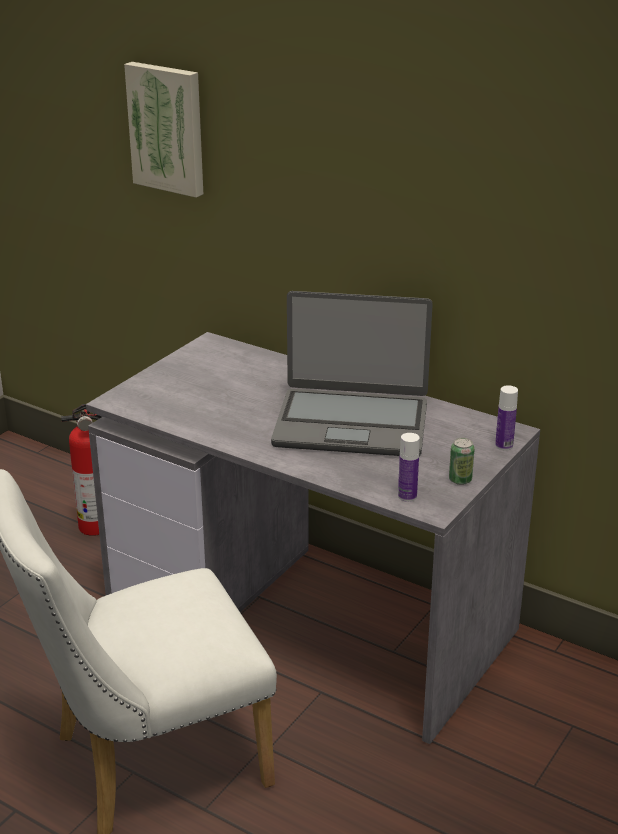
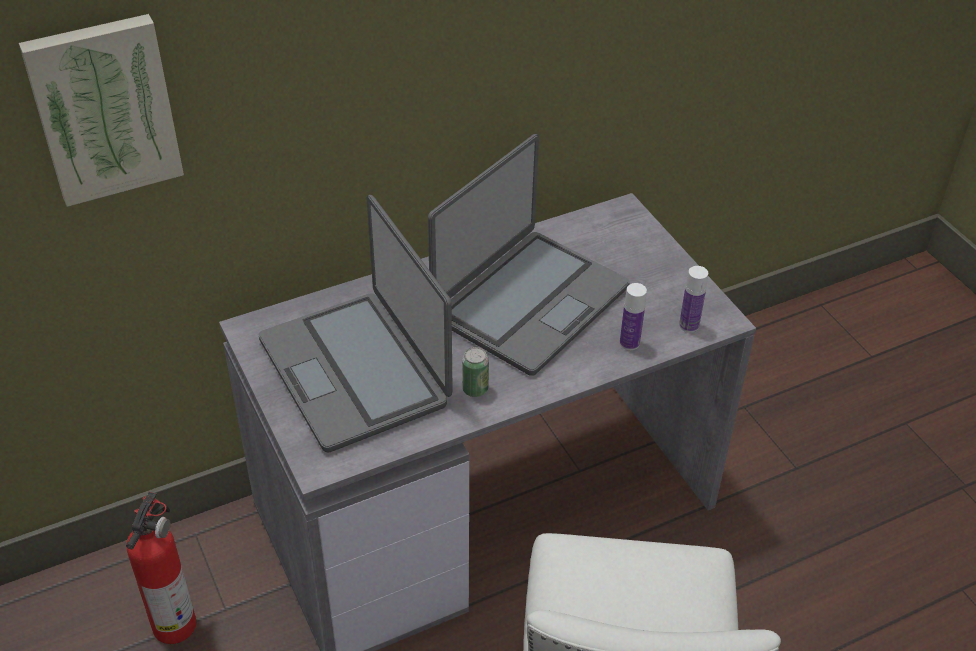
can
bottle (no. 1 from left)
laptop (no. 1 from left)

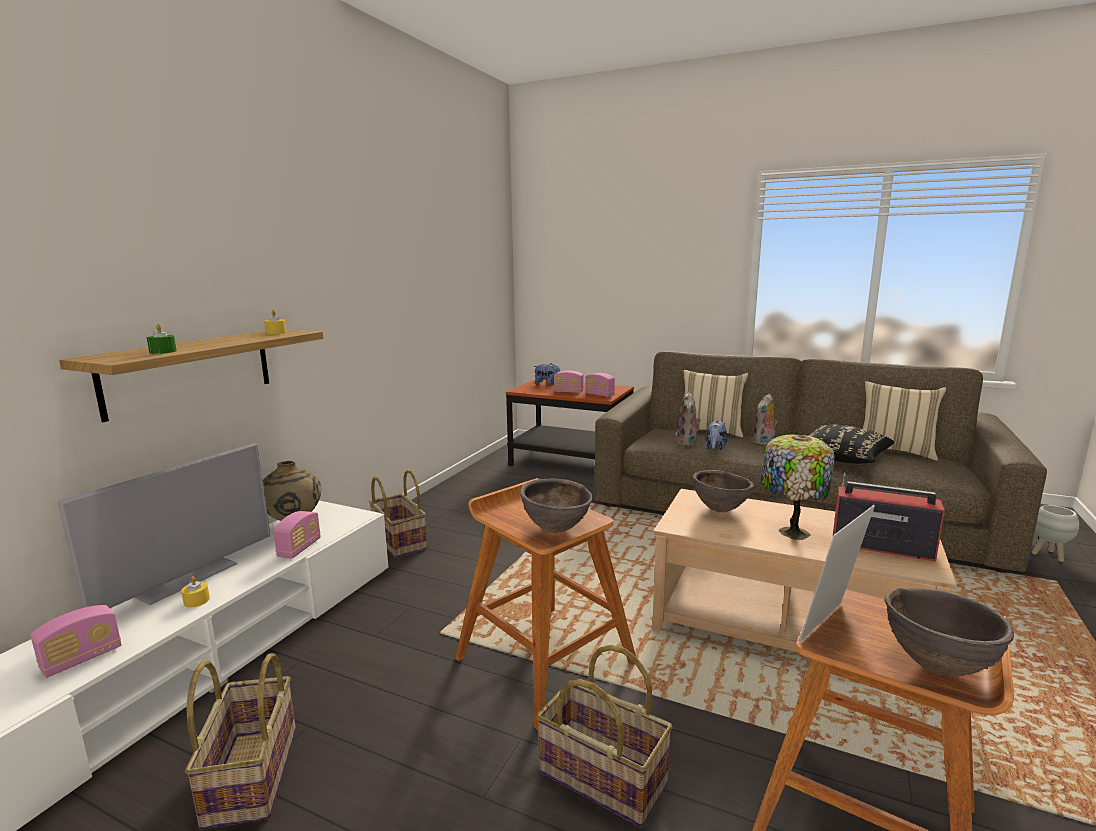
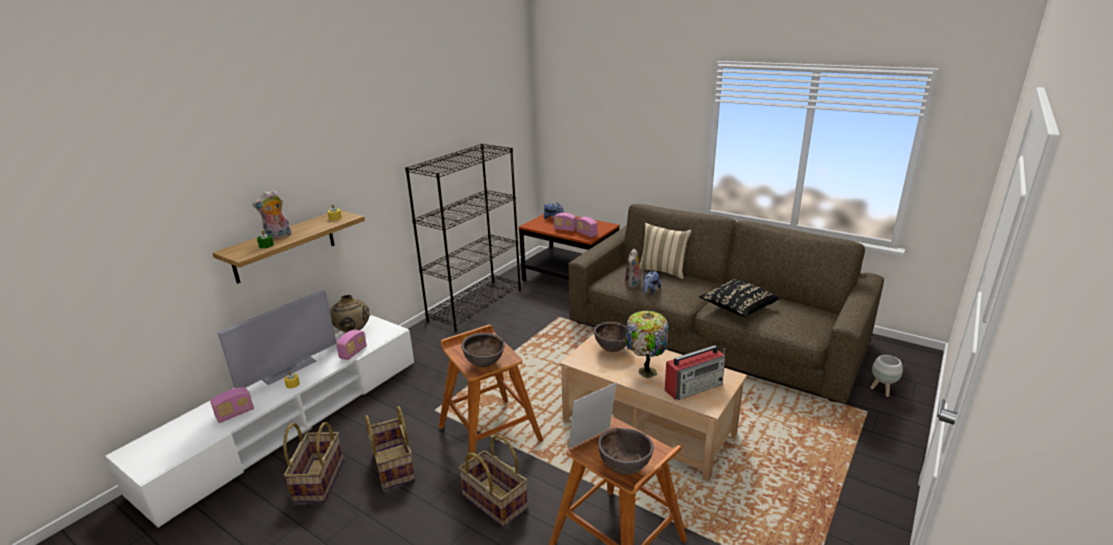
basket (no. 2 from left)
plush toy (no. 1 from left)
radio (no. 5 from left)
beige pillow (no. 2 from left in the first image)
black bookcase

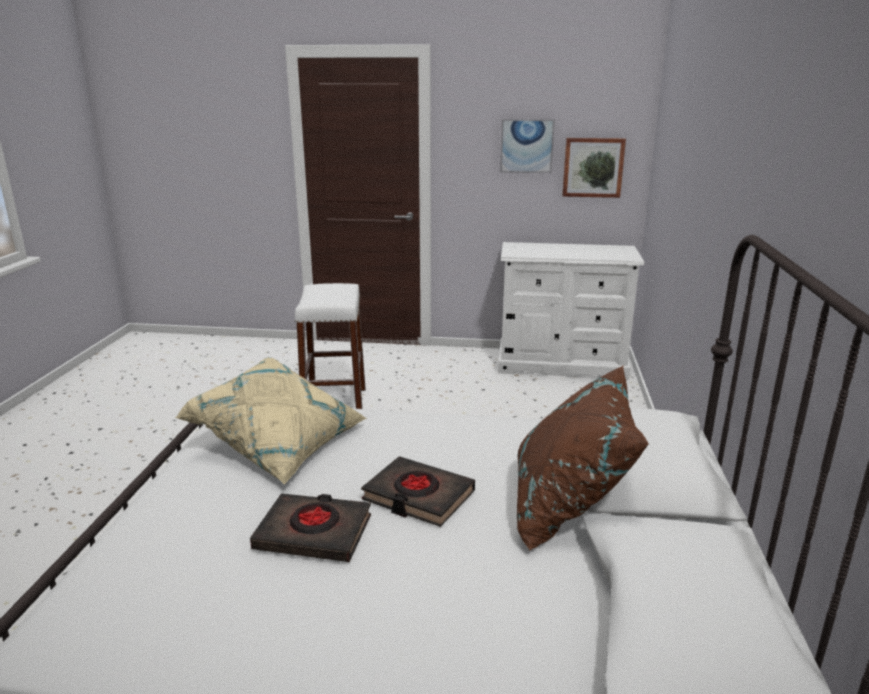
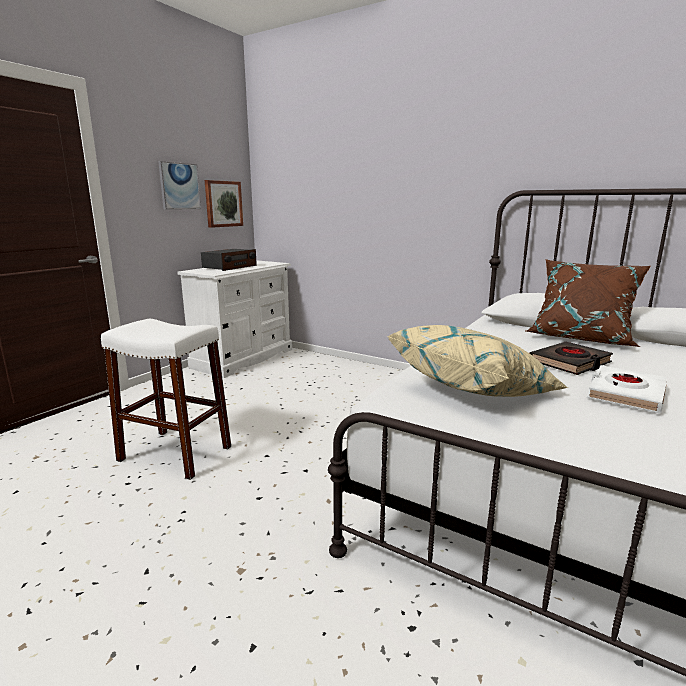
white book
radio

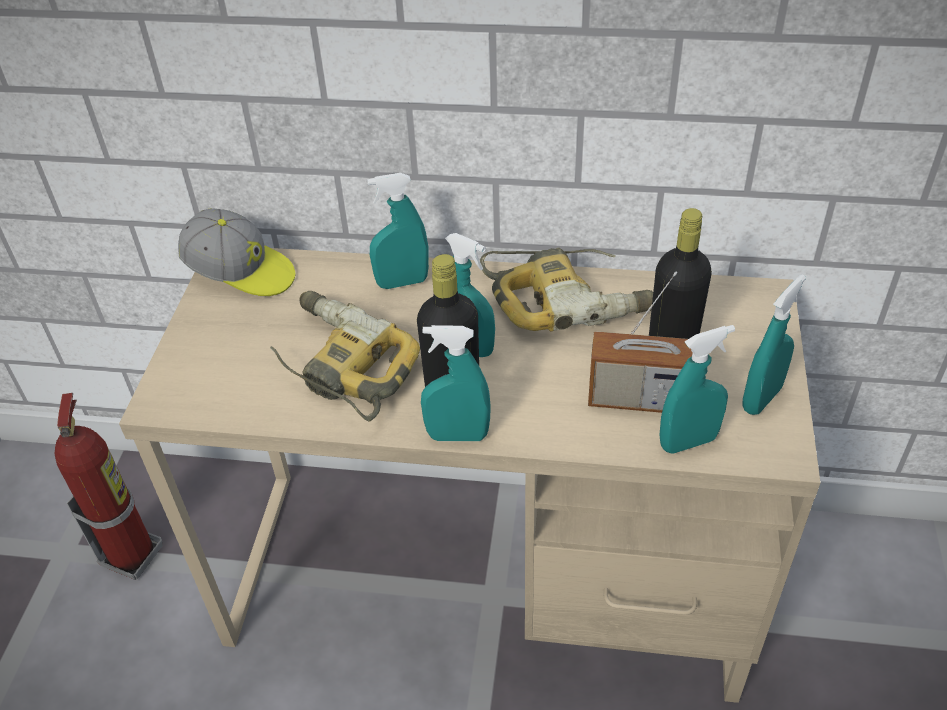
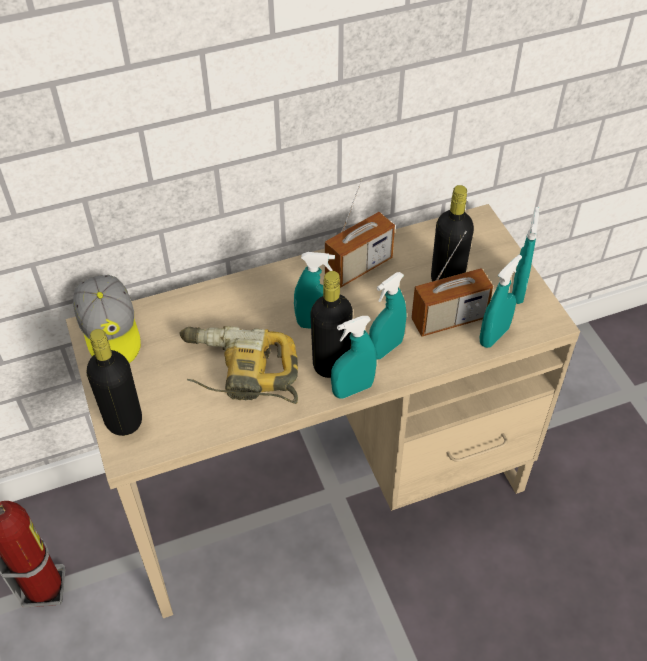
cap
turquoise spray bottle (no. 3 from left)
radio (no. 1 from left)
black bottle (no. 1 from left)

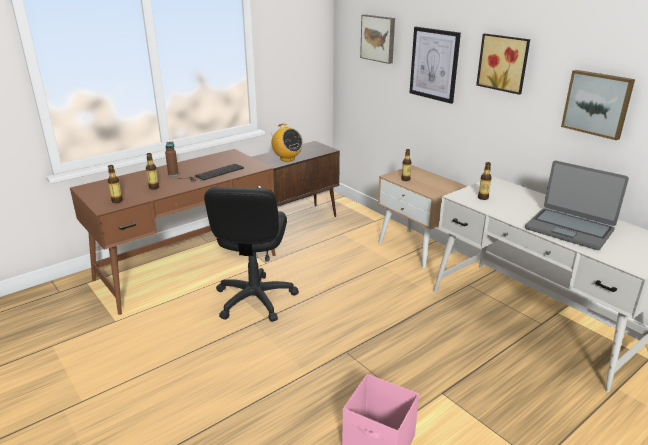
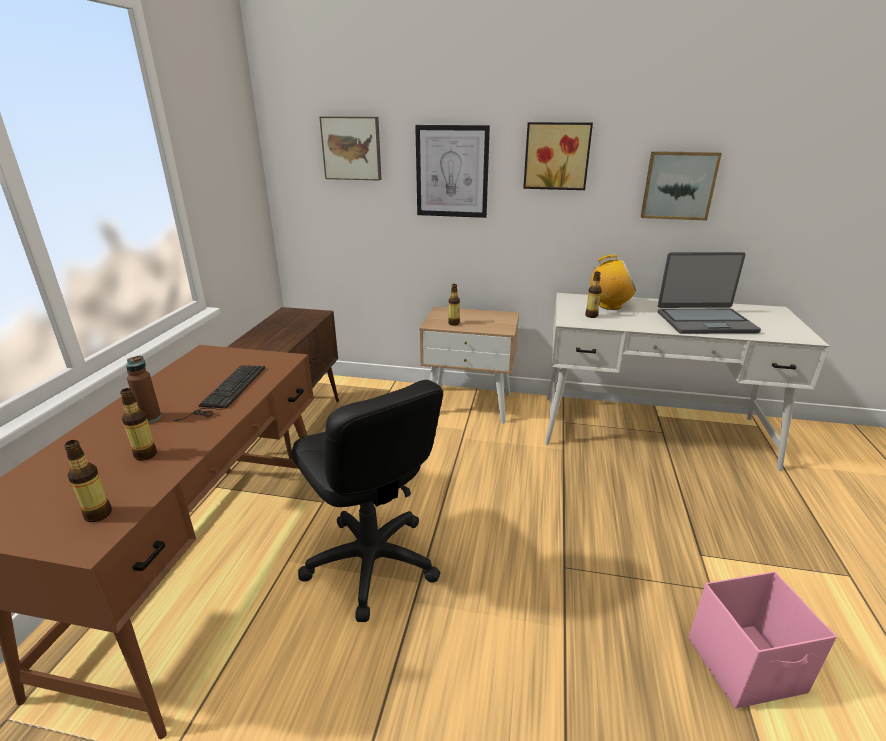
radio

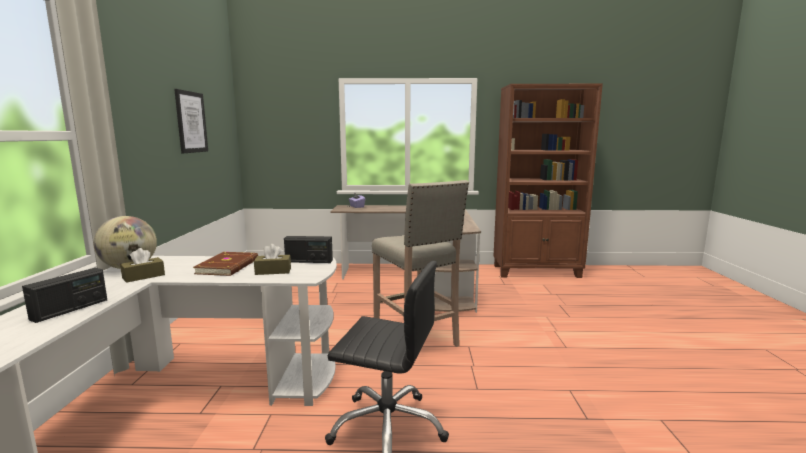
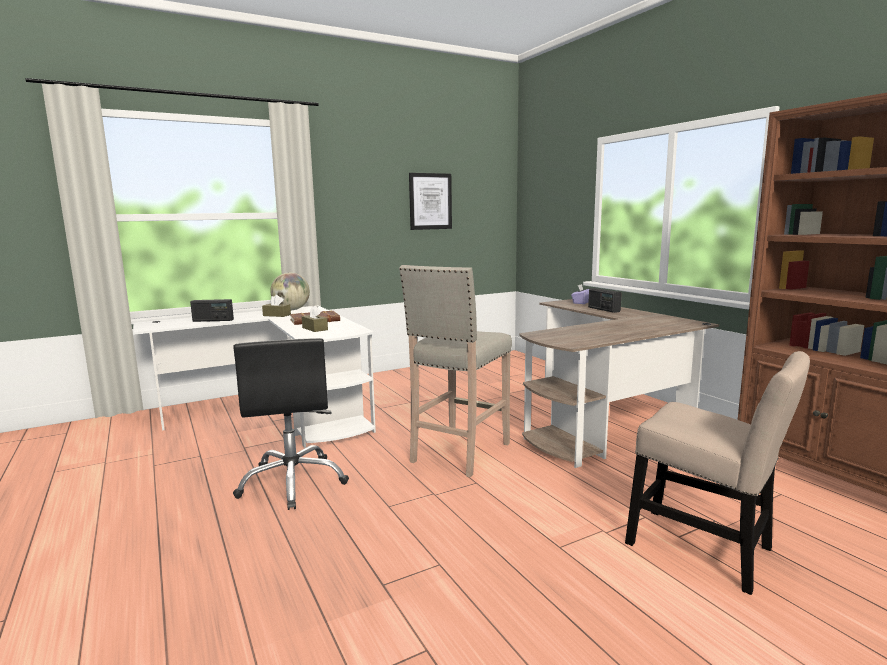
radio (no. 2 from left)
beige chair

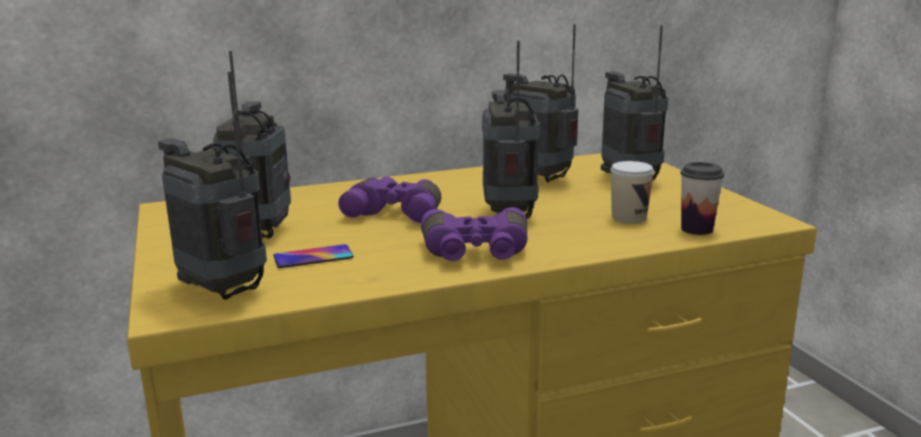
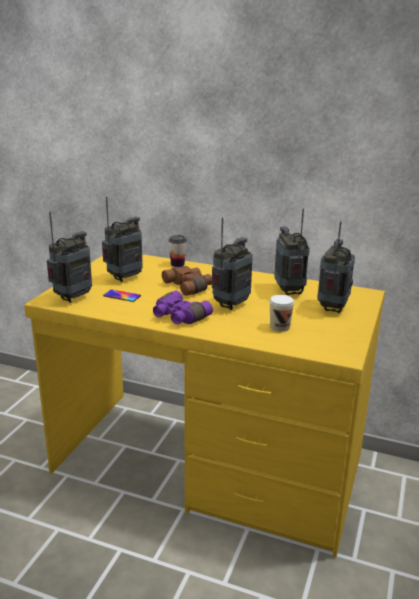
radio (no. 1 from left)
brown binoculars
cup (no. 1 from left)

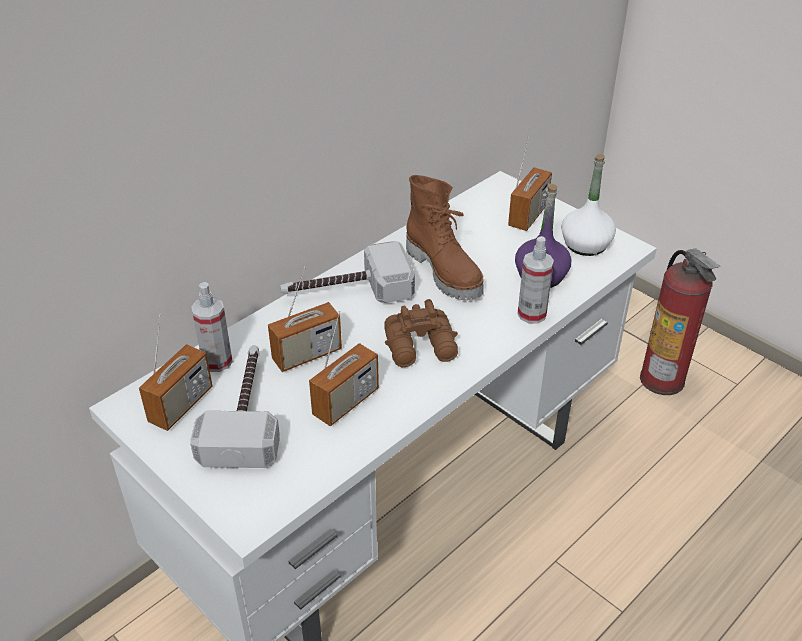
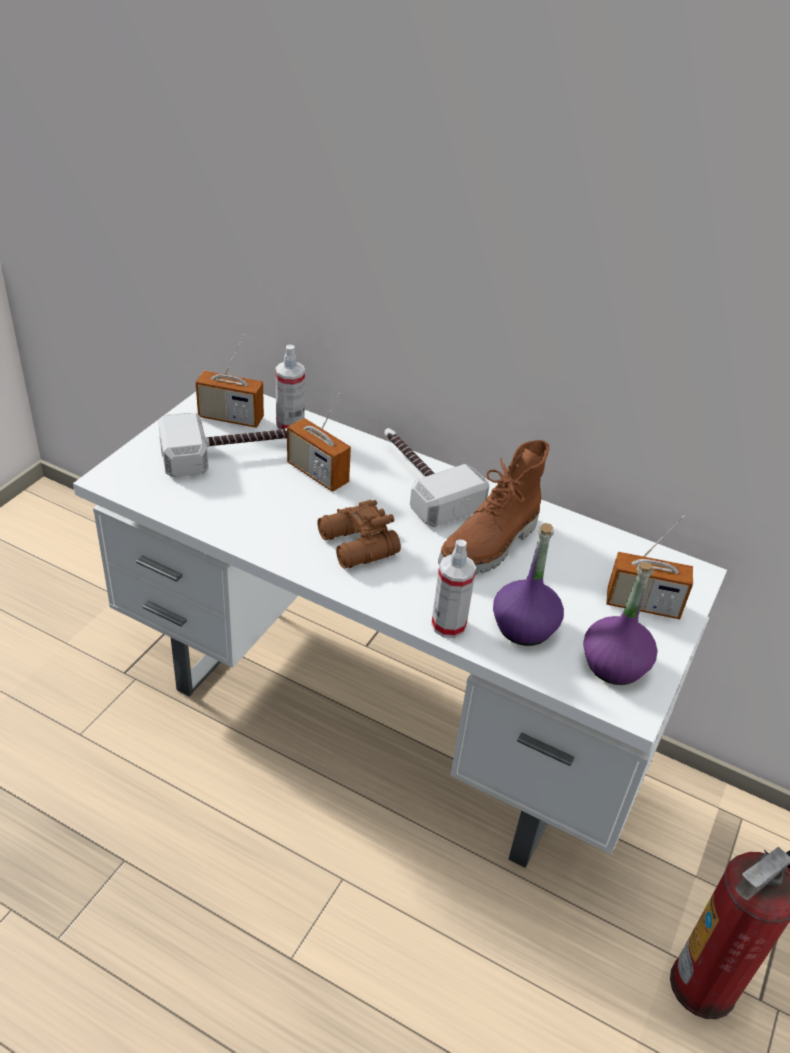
radio (no. 3 from left in the first image)
purple bottle (no. 2 from left)

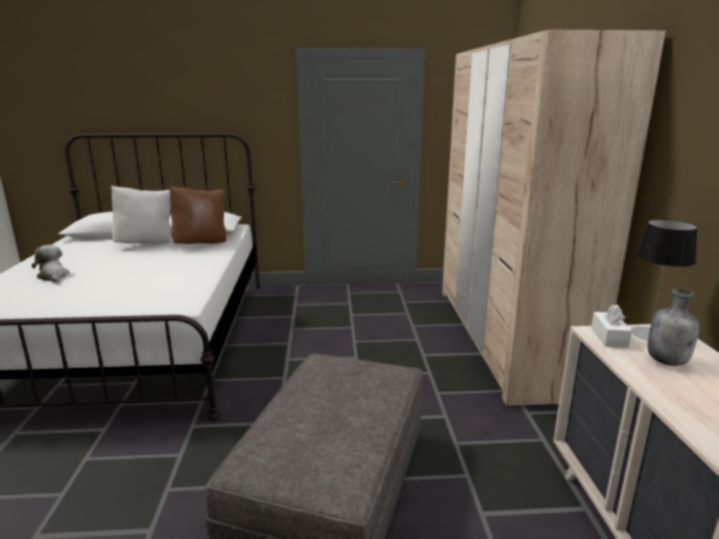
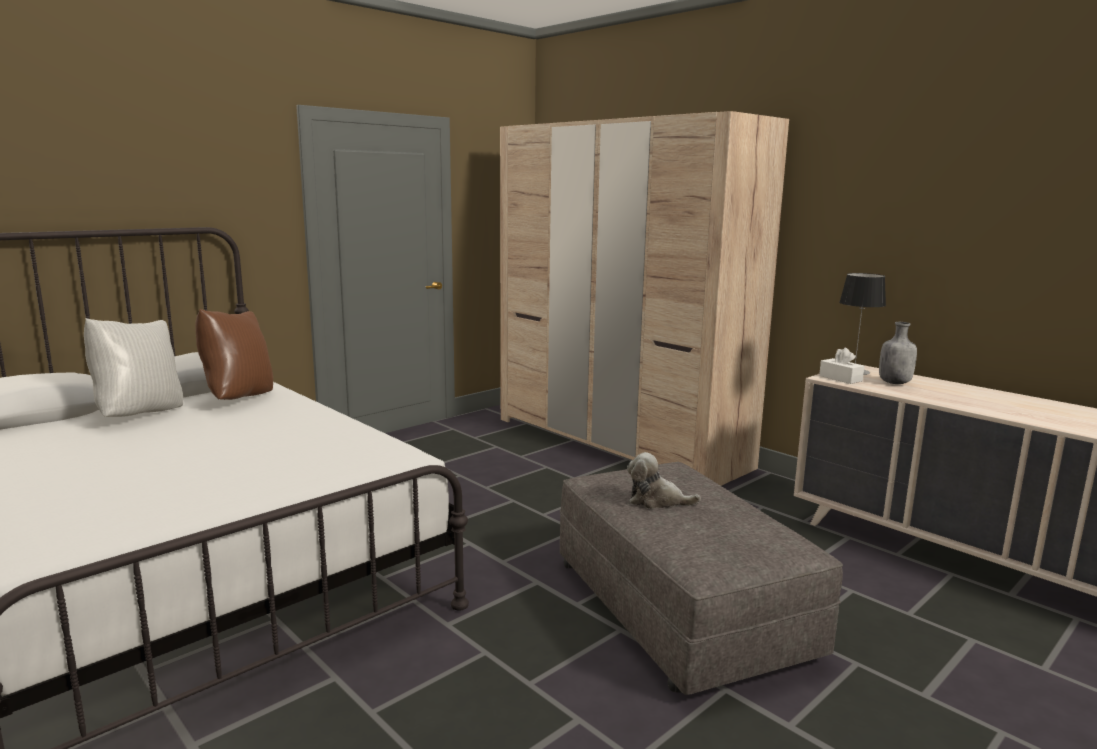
plush toy

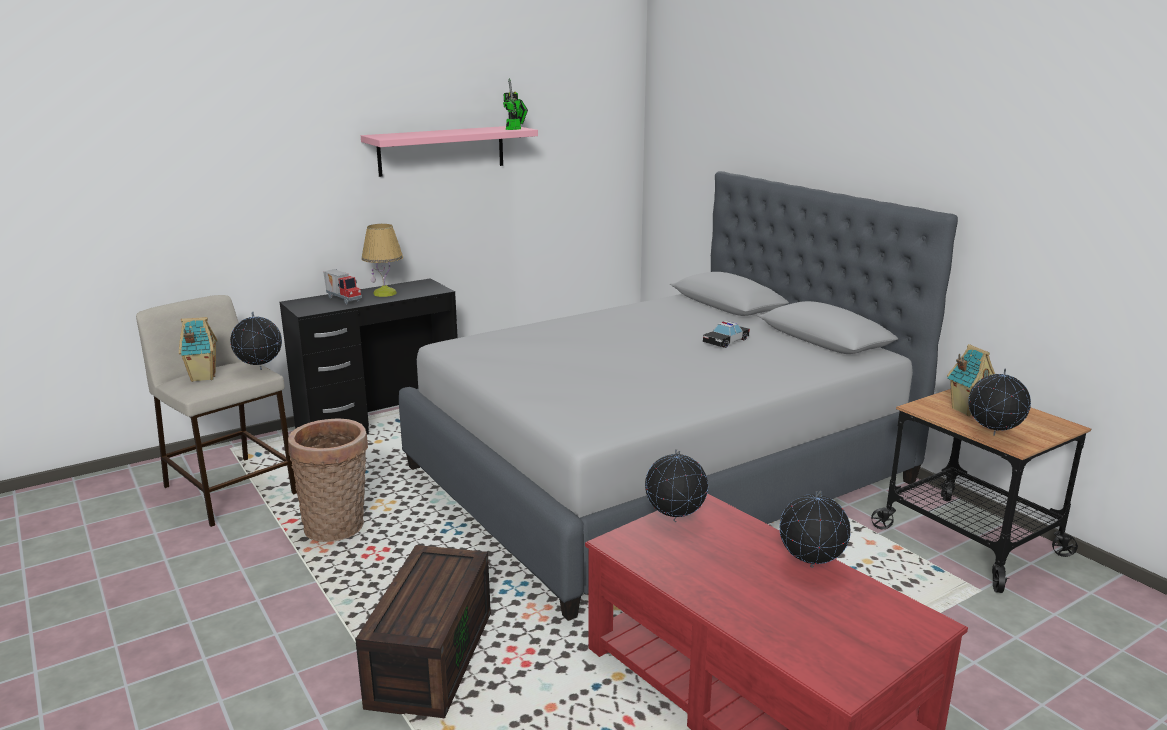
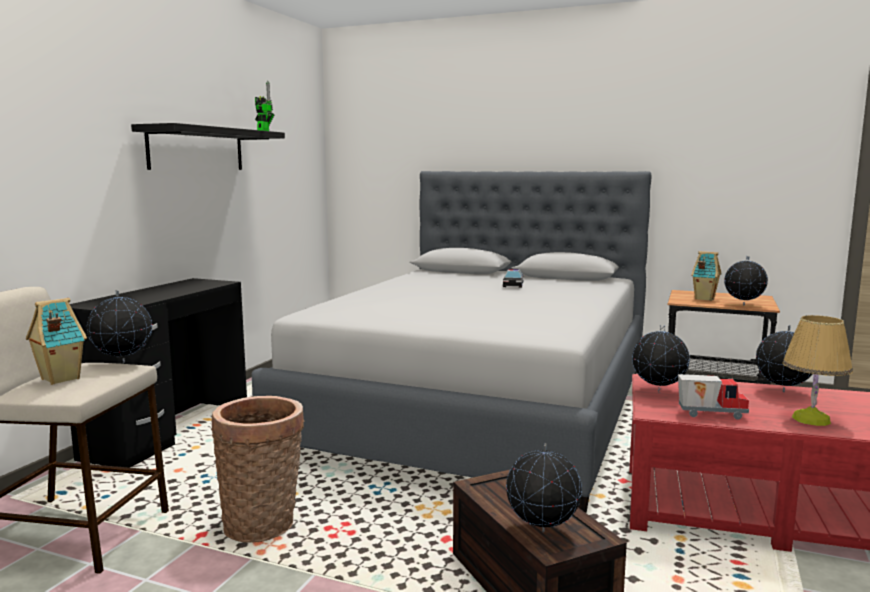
toy truck
black shelf
table lamp
globe (no. 2 from left)

